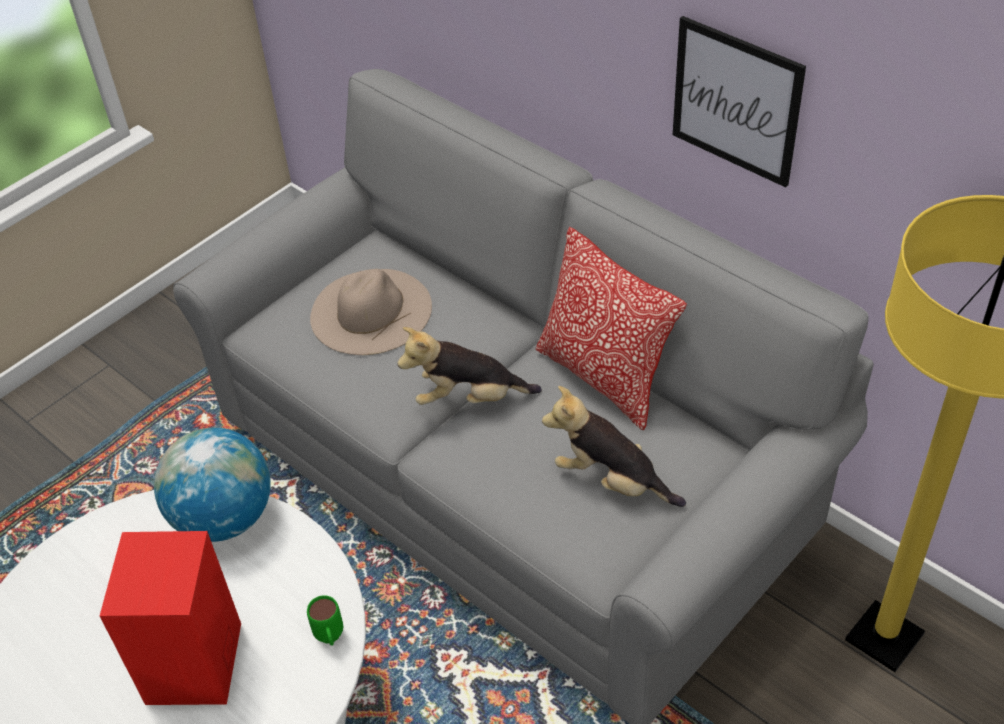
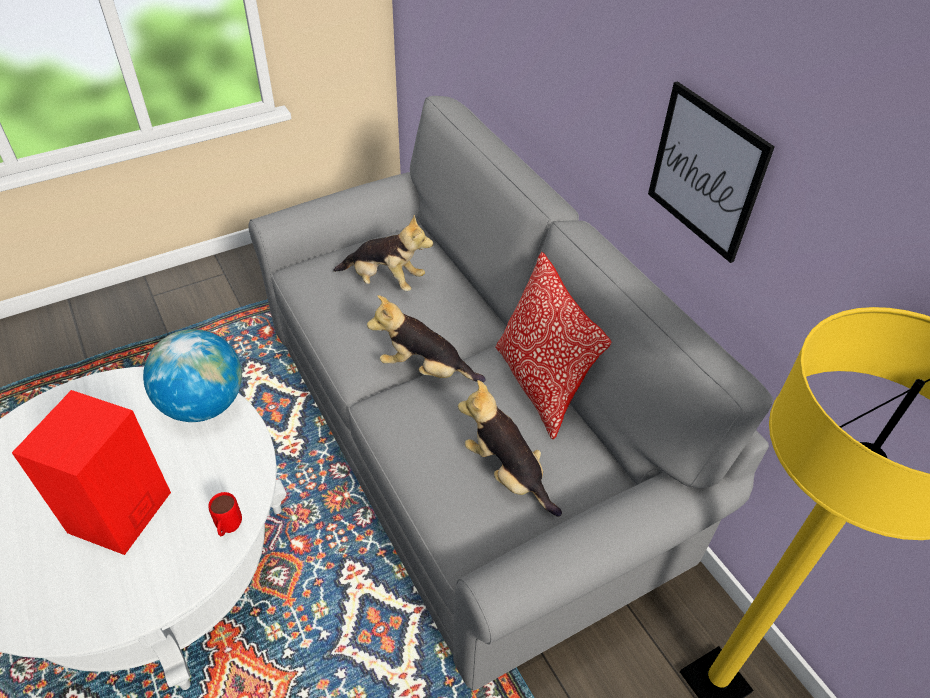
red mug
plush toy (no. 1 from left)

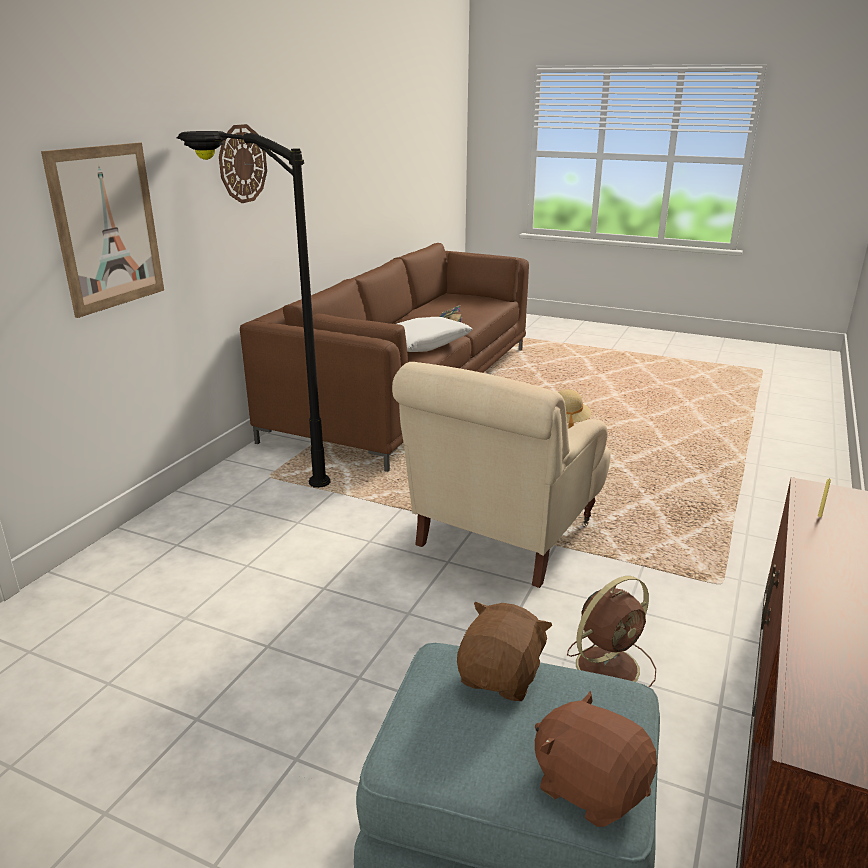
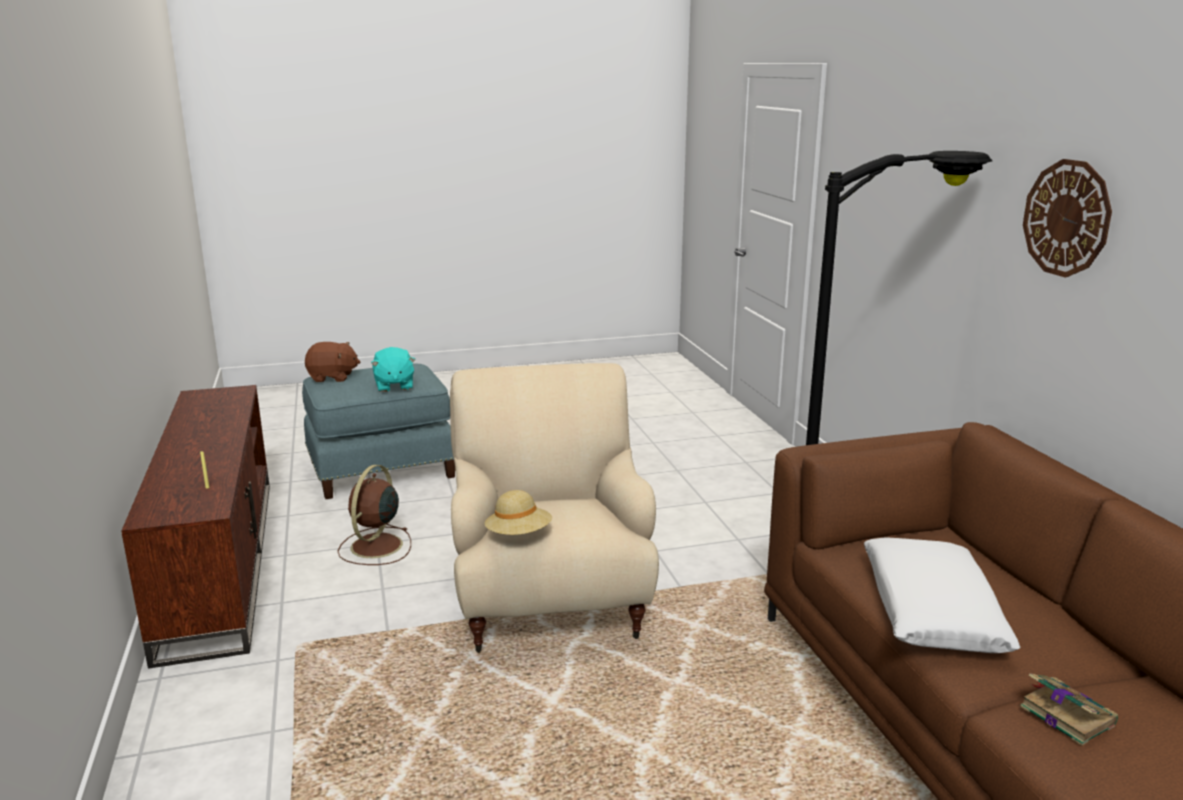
picture
turquoise plush toy

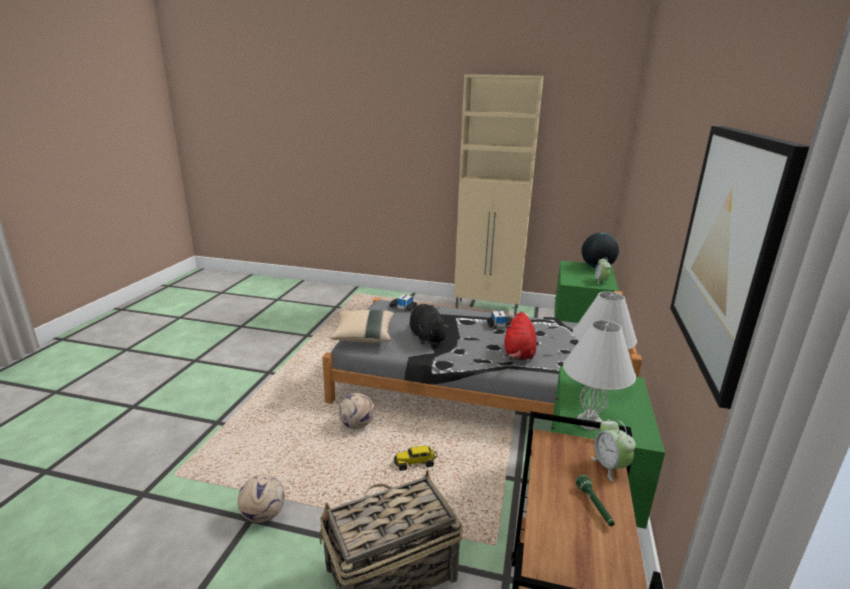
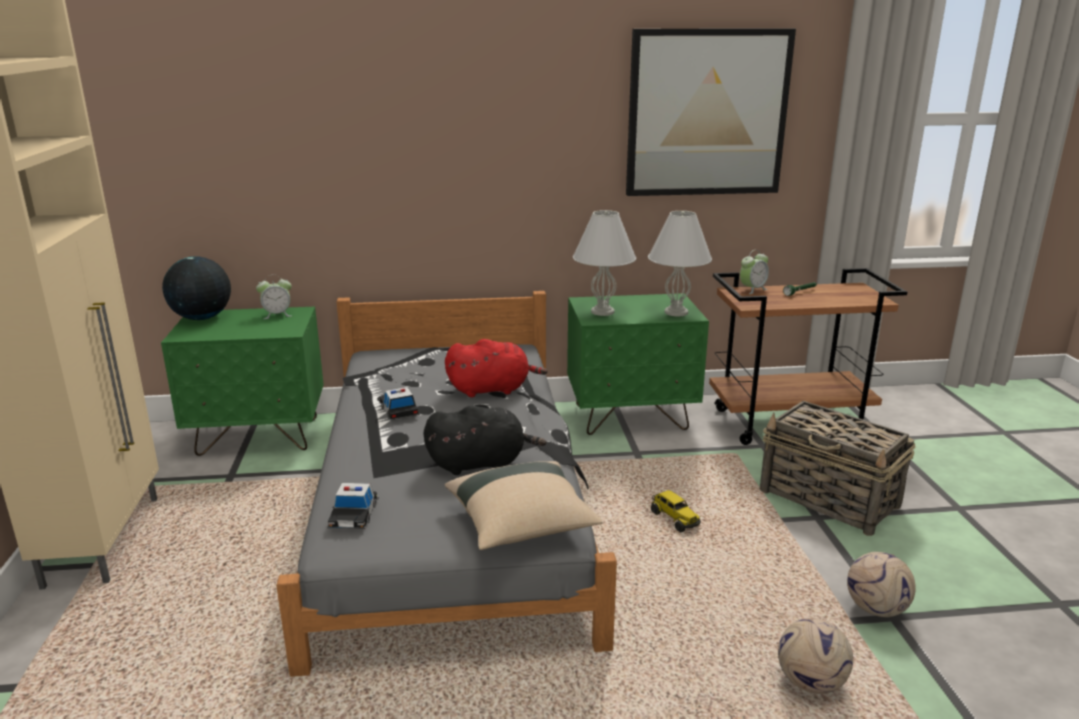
football (no. 1 from left)
black plush toy

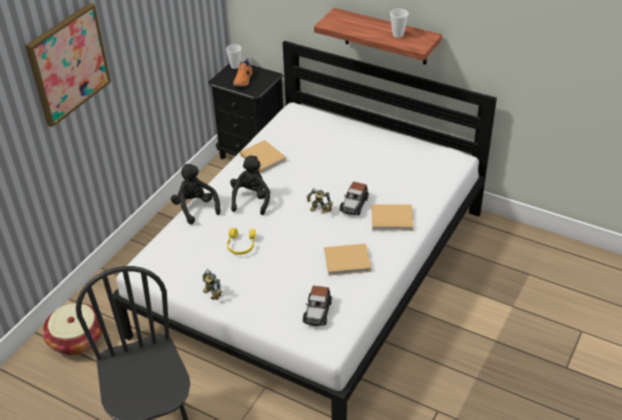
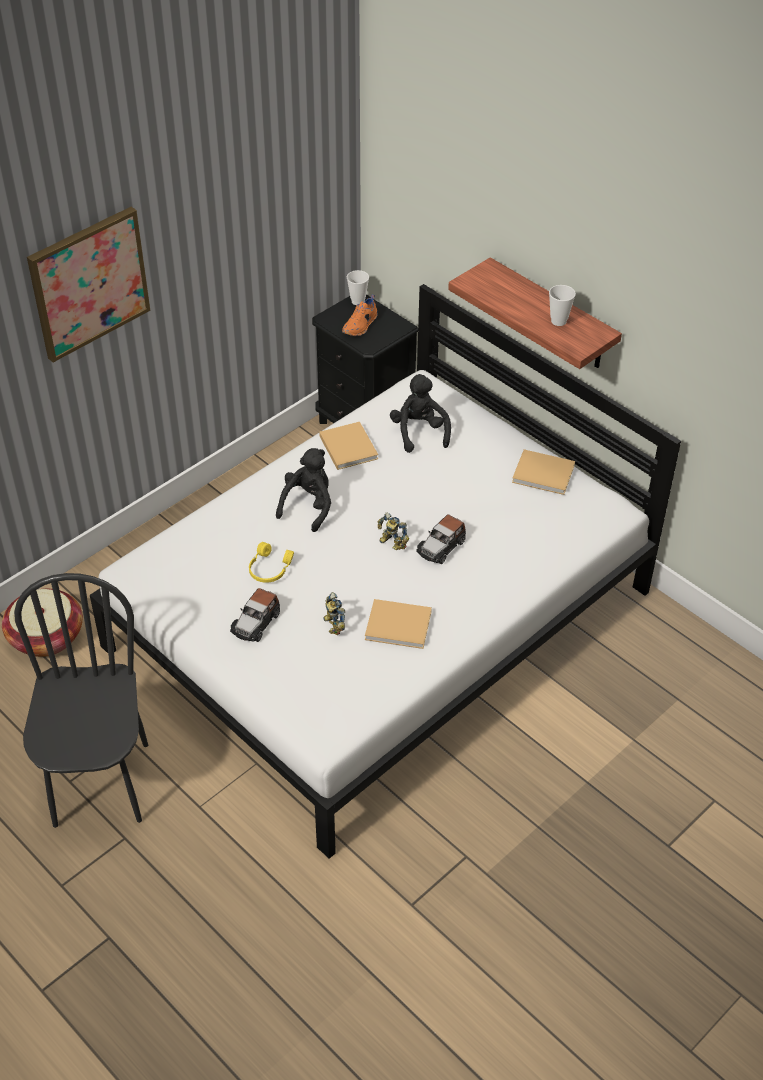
black plush toy (no. 2 from left)
toy robot (no. 1 from left)
toy car (no. 1 from left)
beige book (no. 3 from left)

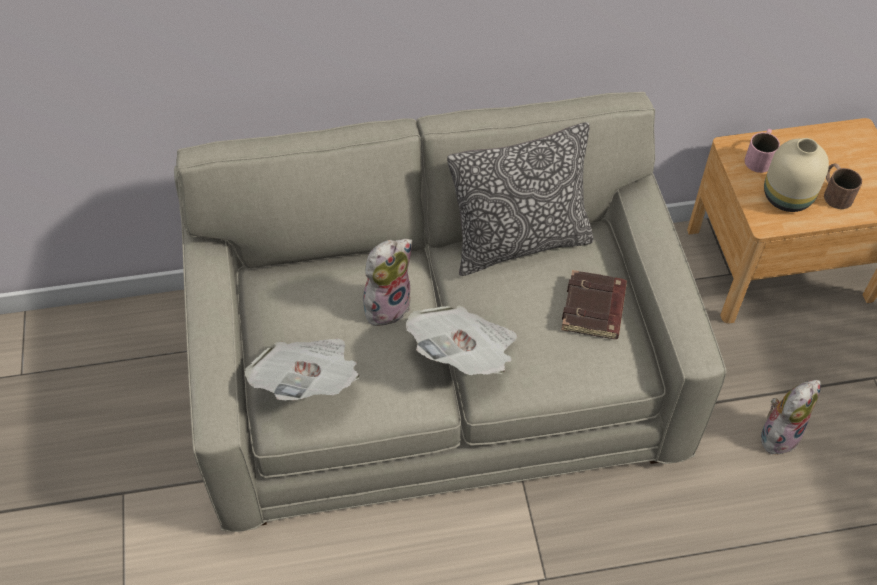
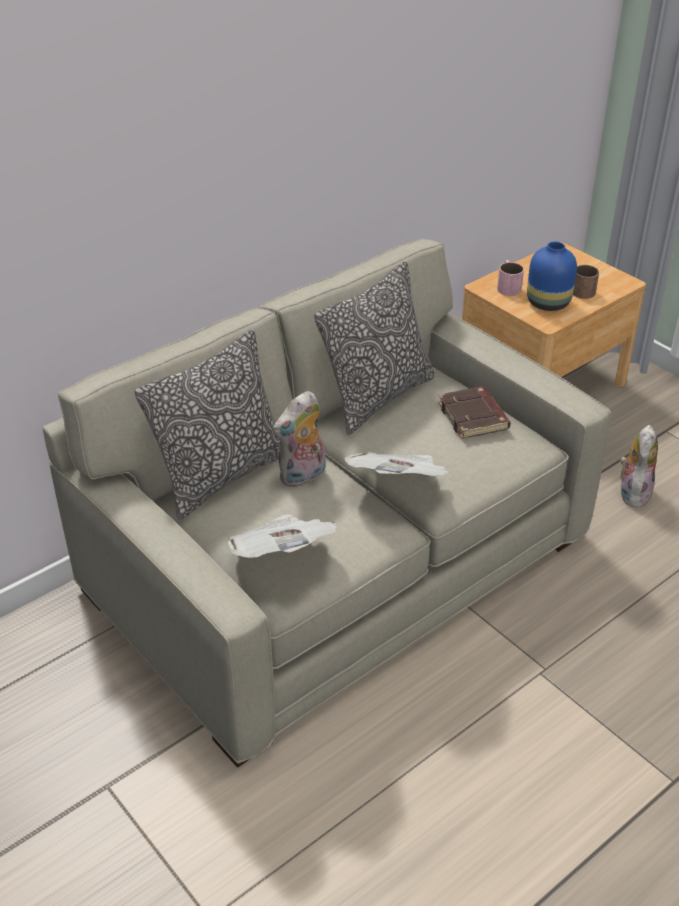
plush toy (no. 1 from left)
blue vase
pillow (no. 1 from left)

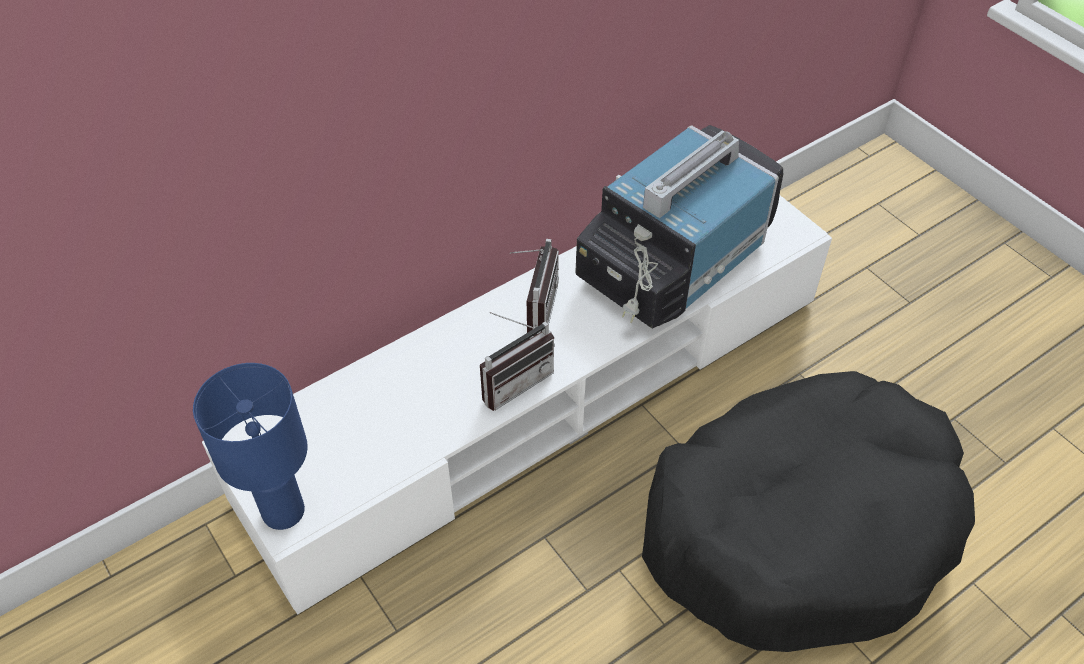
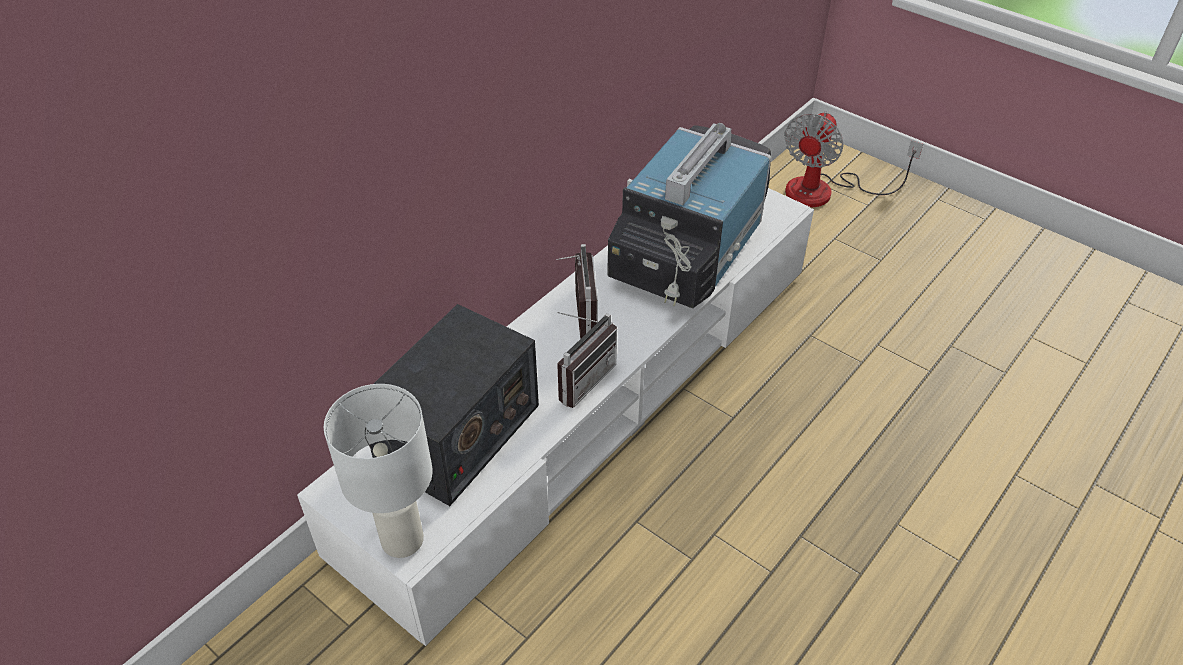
white table lamp
black dog bed
radio (no. 1 from left)
fan

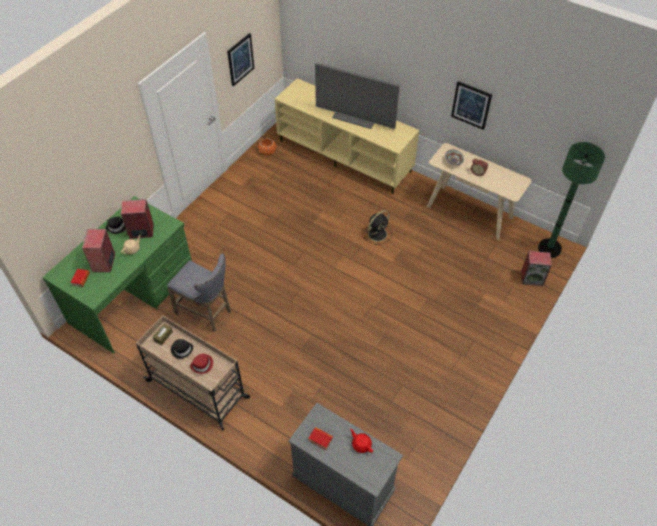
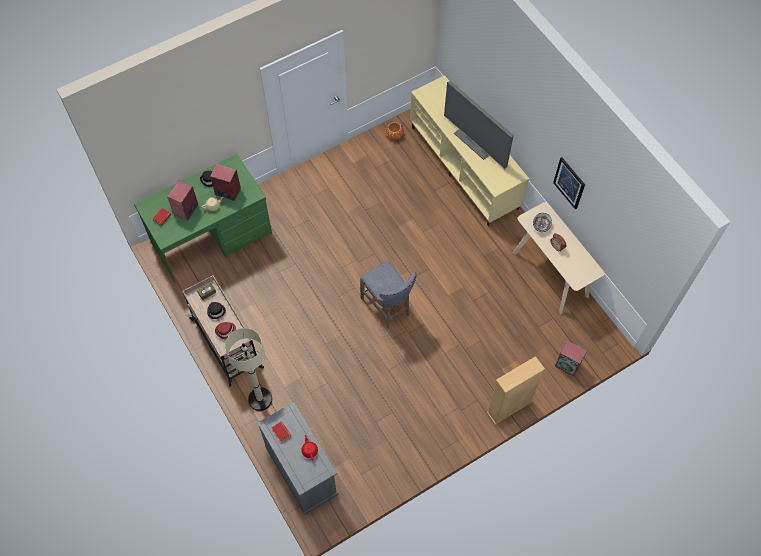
grey stool
picture (no. 1 from left in the first image)
black fan
green floor lamp
beige floor lamp
beige bookcase

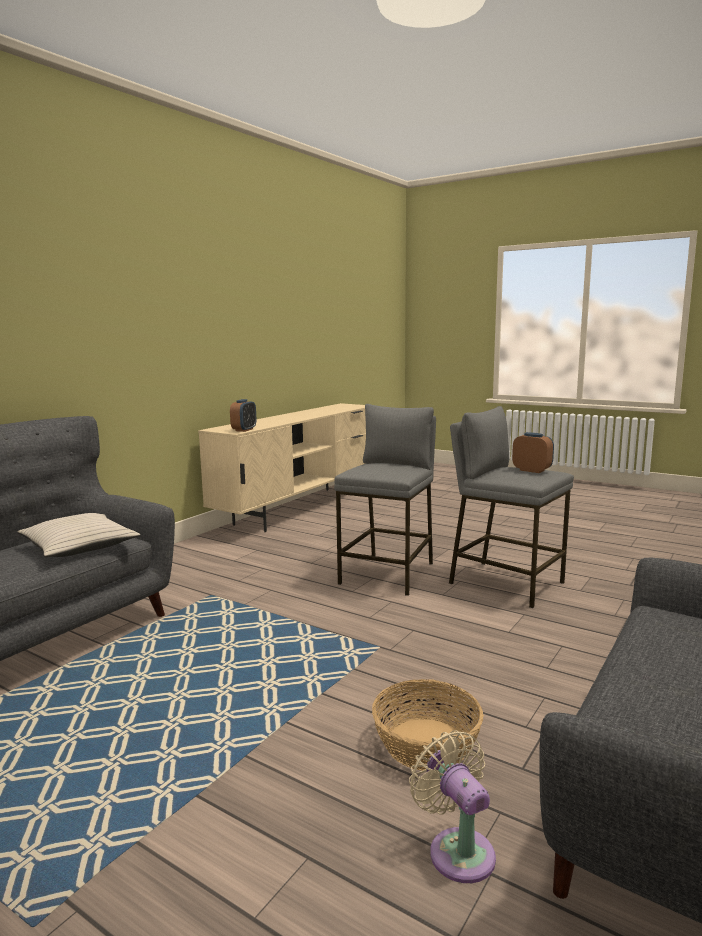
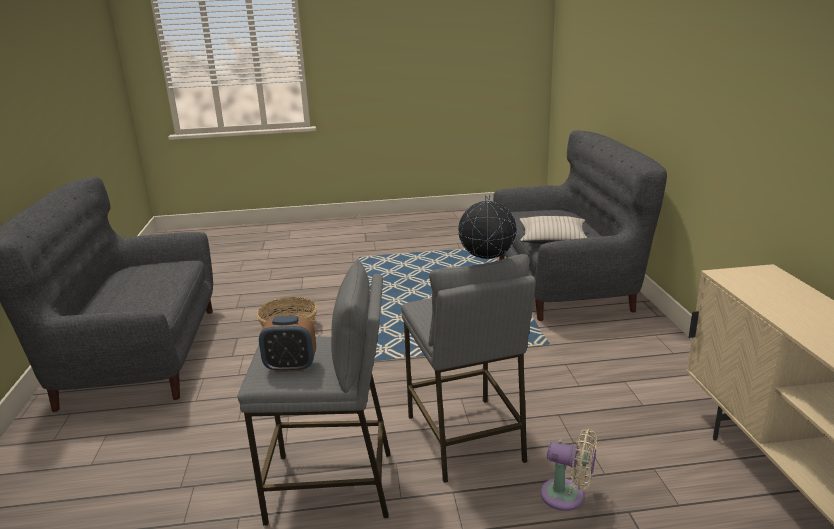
alarm clock (no. 1 from left in the first image)
beige fan
globe

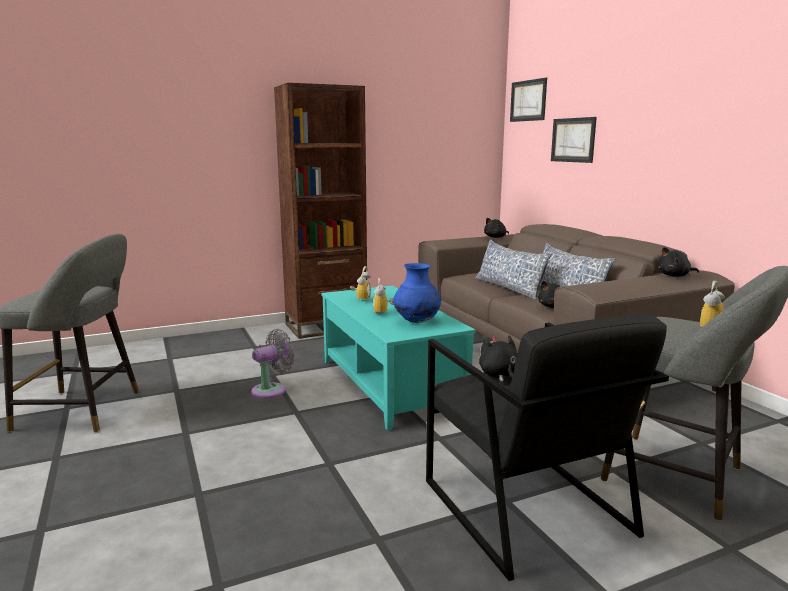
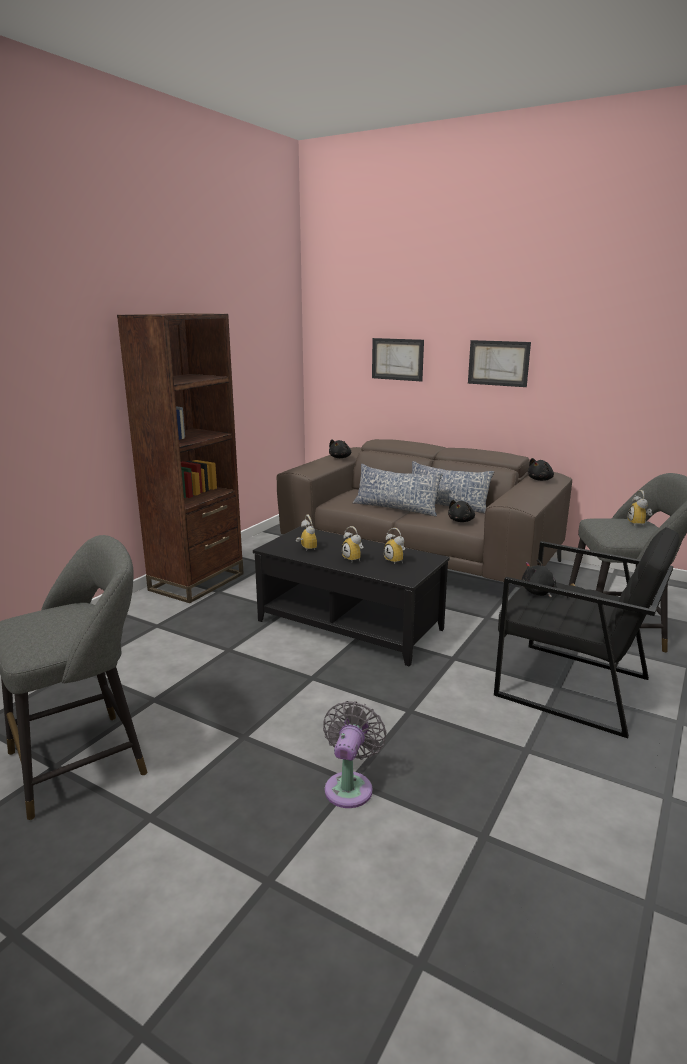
grey fan
black coffee table
alarm clock (no. 3 from left)
picture (no. 2 from left)

